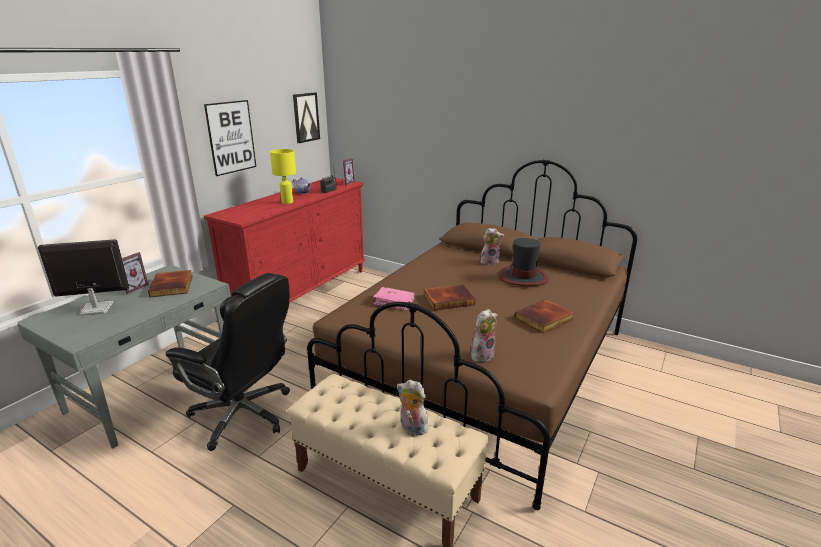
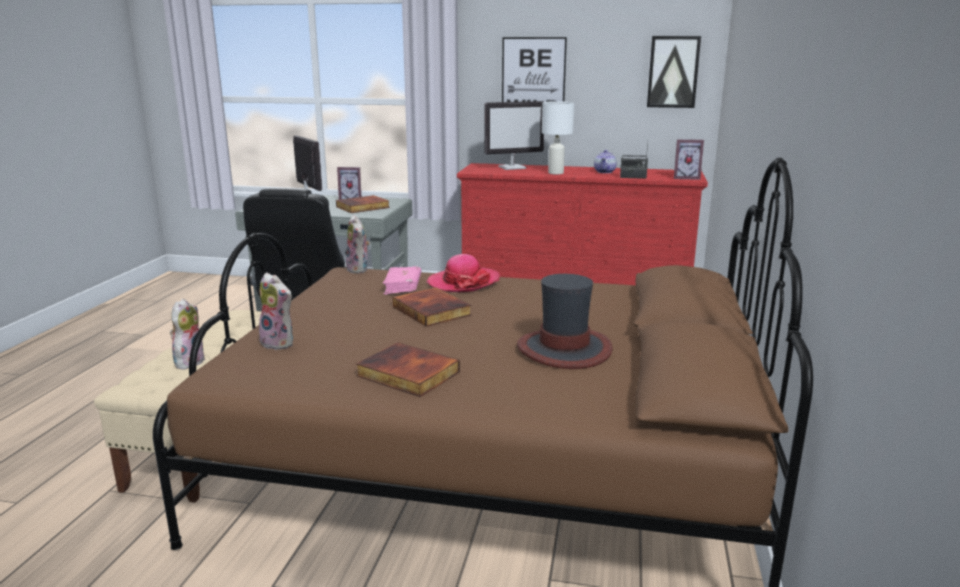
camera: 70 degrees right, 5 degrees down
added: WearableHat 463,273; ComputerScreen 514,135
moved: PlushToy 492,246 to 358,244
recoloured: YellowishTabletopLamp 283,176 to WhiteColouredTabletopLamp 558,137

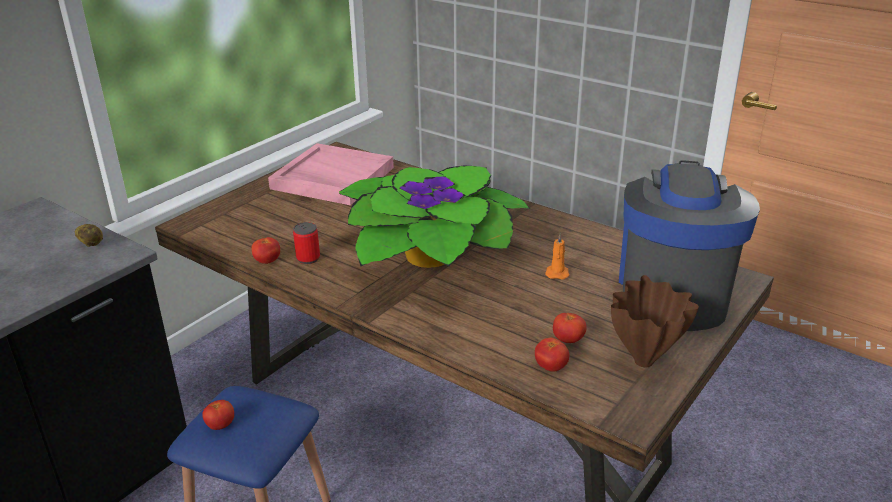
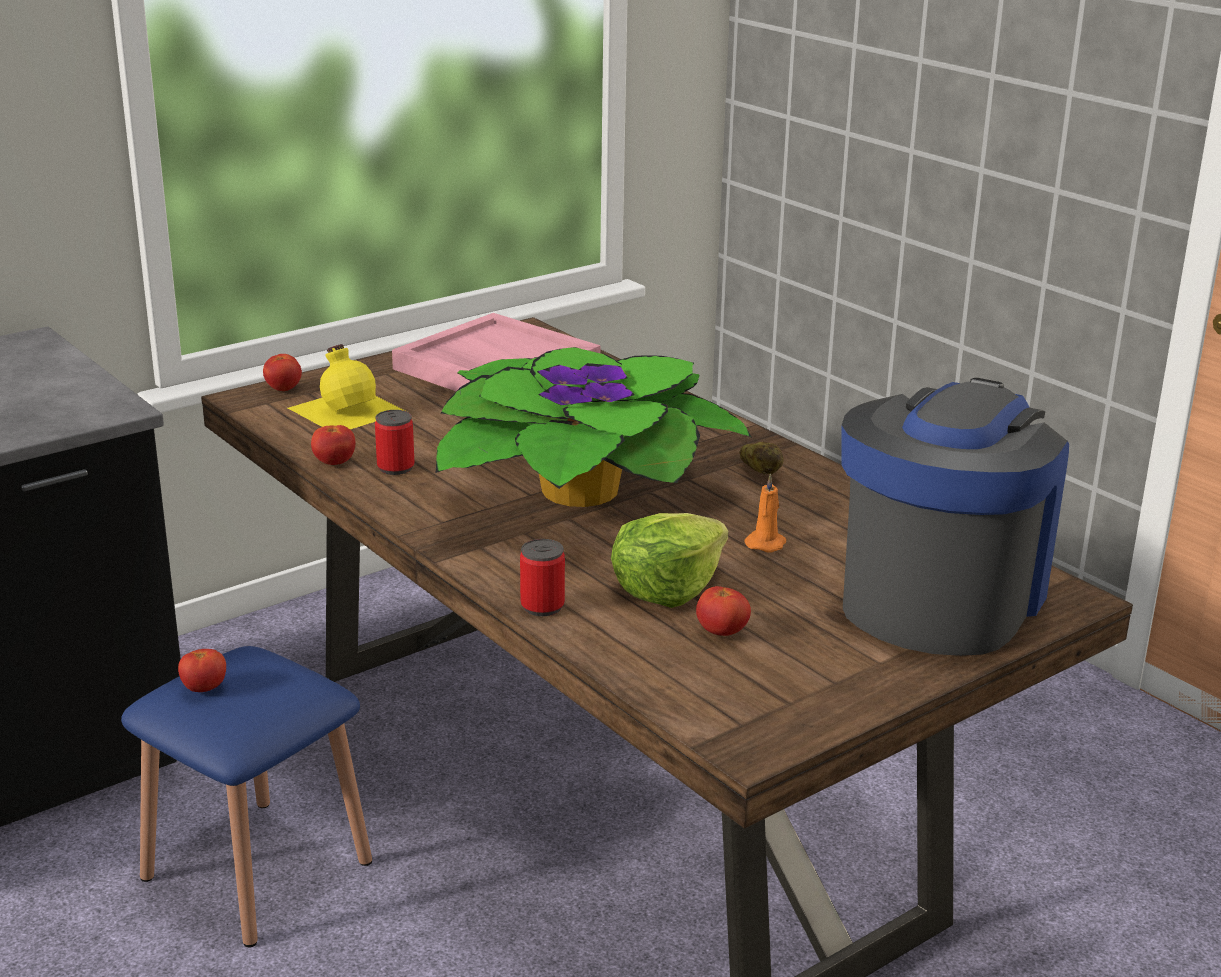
camera: 15 degrees right, 5 degrees down
removed: BrownishFlowerVase 655,321
added: YellowishBeverageBottle 346,386; Can 542,577; Lettuce 669,560
moved: FreshTomato 552,354 to 282,372; Potato 89,235 to 761,458

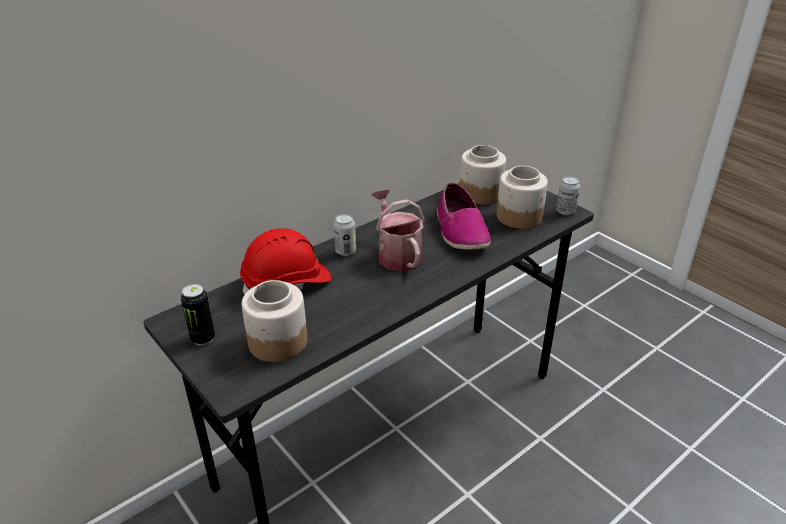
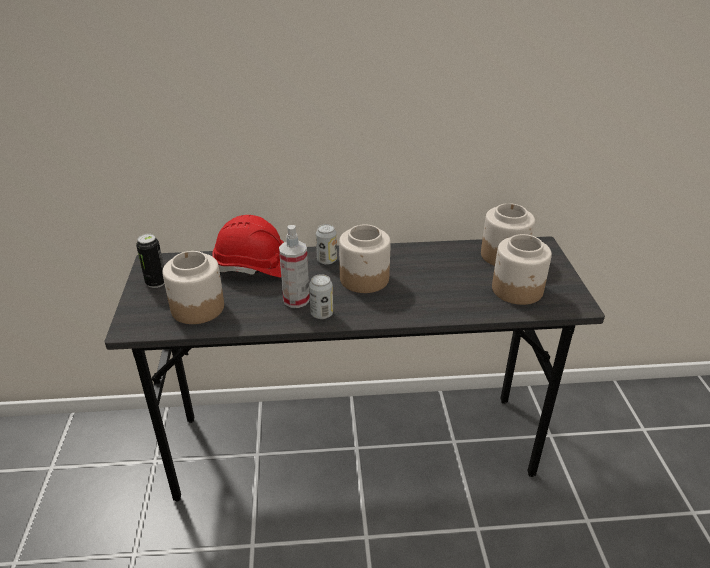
camera: 35 degrees right, 0 degrees up
removed: Shoe 464,216
added: Sprayer 294,266
moved: Can 568,195 to 321,296
replaced: SprinklingCan 398,230 to PreserveJar 365,259

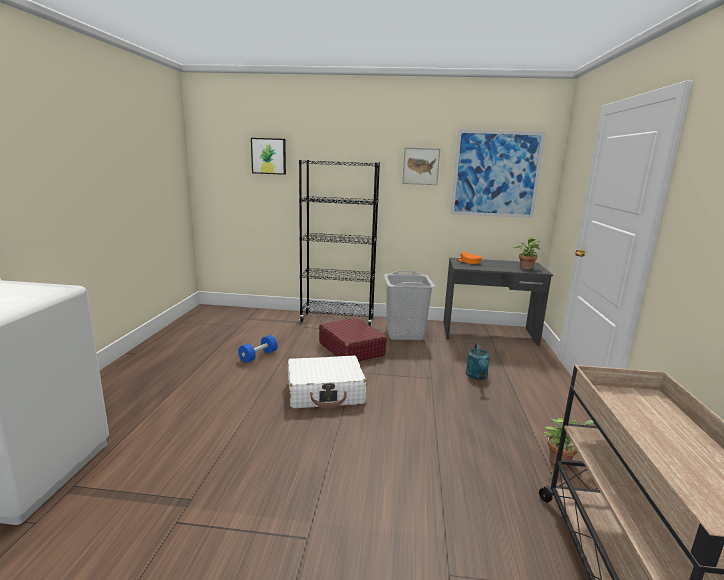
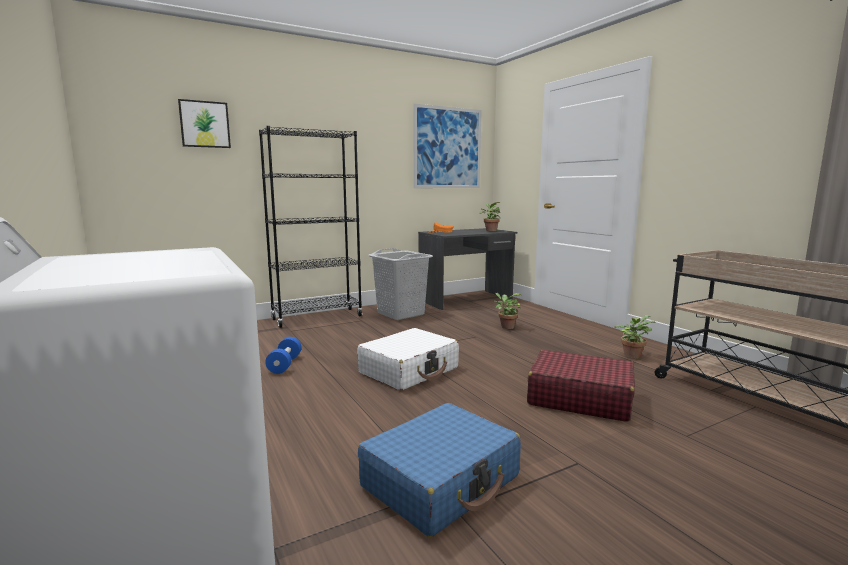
camera: 35 degrees left, 5 degrees down
removed: WallPicture 421,166
added: BluePieceOfLuggage 439,470
moved: RedPieceOfLuggage 353,340 to 581,386
replaced: TurquoiseSprinklingCan 478,361 to PottedPlant 507,311

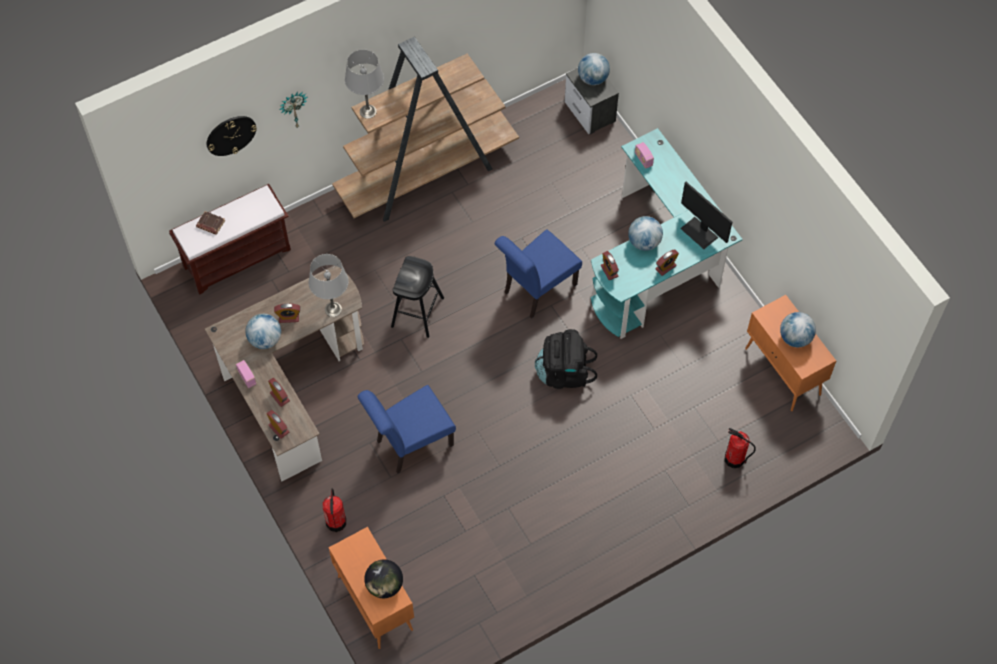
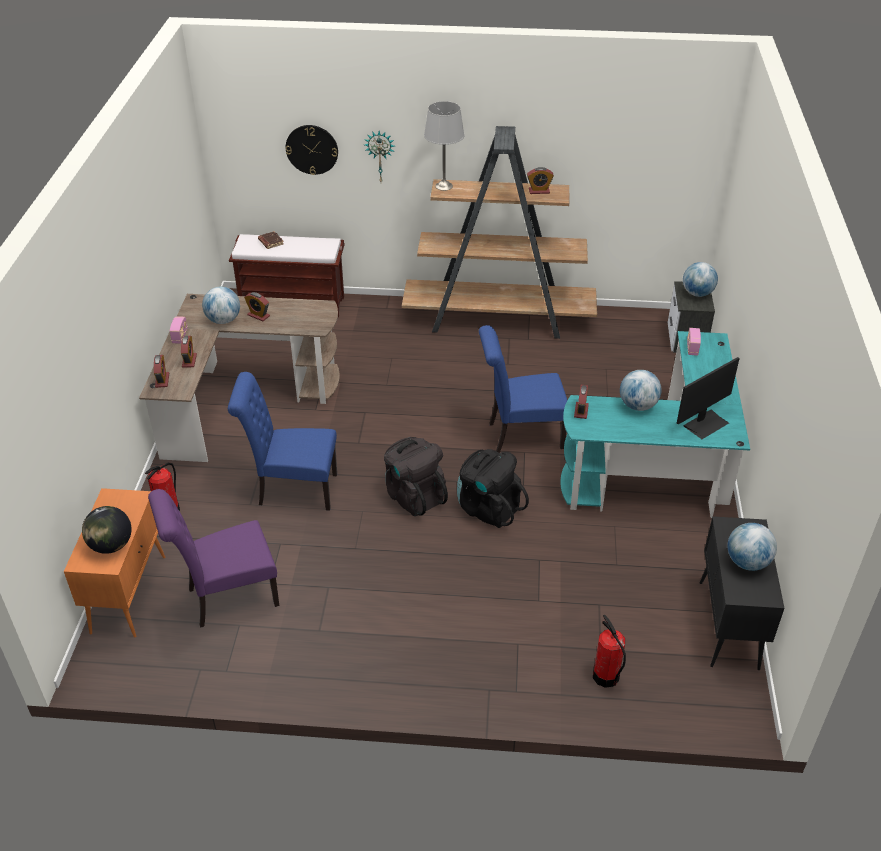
camera: 35 degrees right, 20 degrees down
removed: GreyishTabletopLamp 329,285; BlackSittingStool 417,297
added: PurpleUprightChair 213,558; BlackRucksack 416,476
moved: TableClock 667,262 to 540,180
recoloured: OrangeColouredCabinet 790,353 to BlackCabinet 742,593
turned: ComputerScreen 706,215 = 708,398 120 degrees counterclockwise

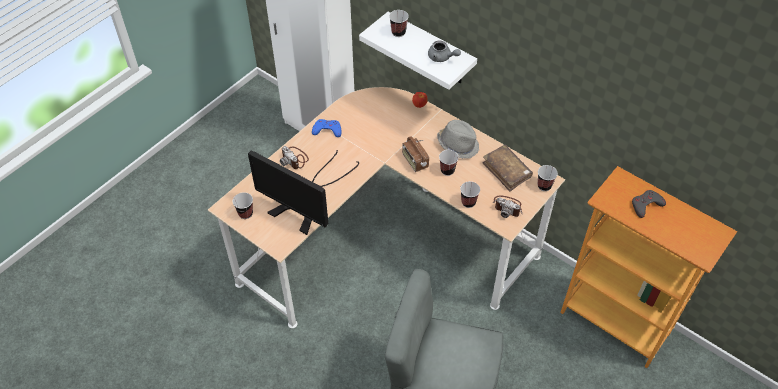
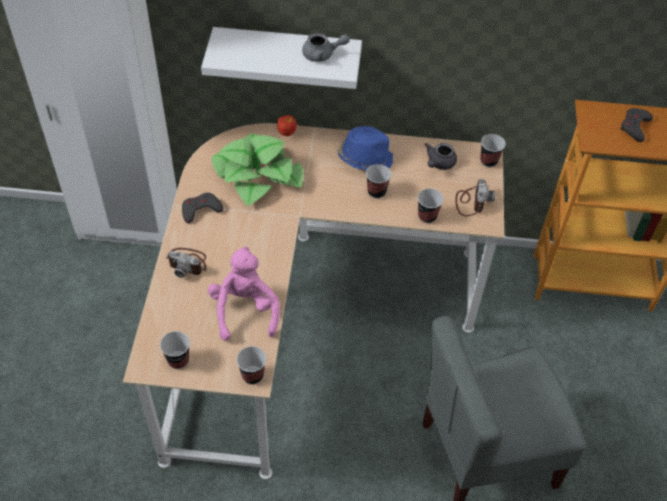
camera: 35 degrees left, 0 degrees up
removed: RadioReceiver 415,154
added: PottedPlant 257,169
moved: DrinkingCup 399,23 to 251,365
replaced: ComputerScreen 303,192 to PinkPlushToy 244,293; BrownishBook 507,168 to GreyishTeapot 441,156
recoloured: BlueJoypad 326,128 to GreyishJoypad 202,208; GreyishWearableHat 458,139 to BlueWearableHat 365,148
turned: PhotoCamera 507,206 = 475,197 75 degrees counterclockwise

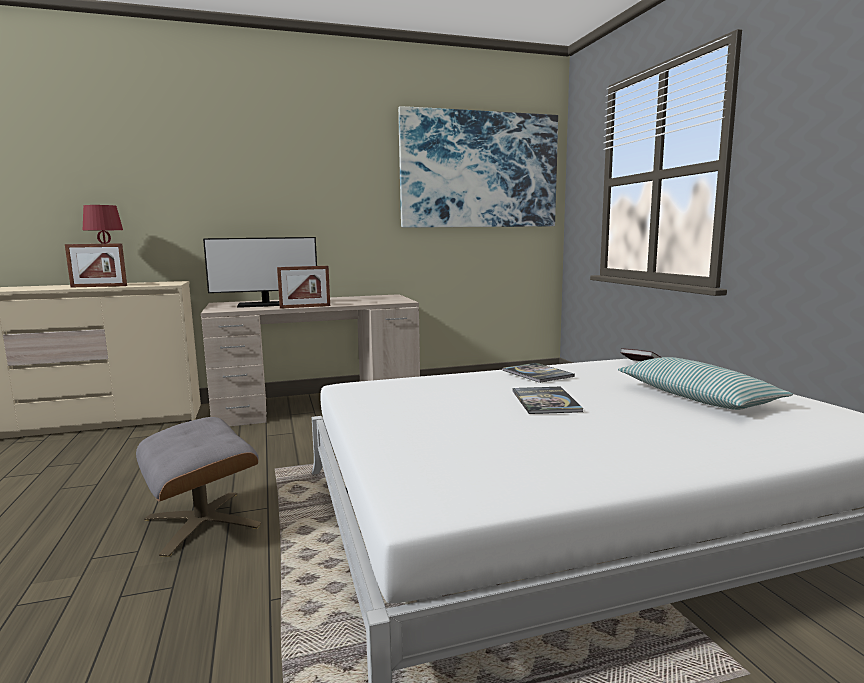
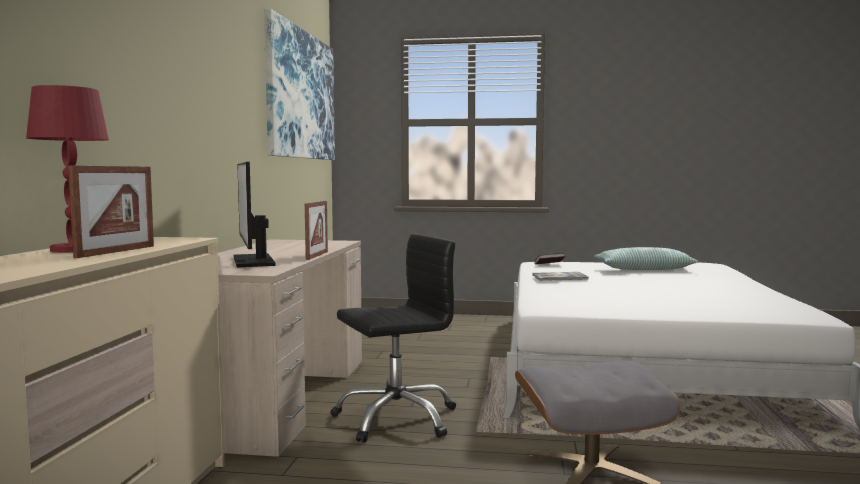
camera: 65 degrees left, 5 degrees down
removed: Book 548,400
added: BlackComputerChair 393,338
turned: ComputerScreen 260,272 = 254,215 150 degrees clockwise

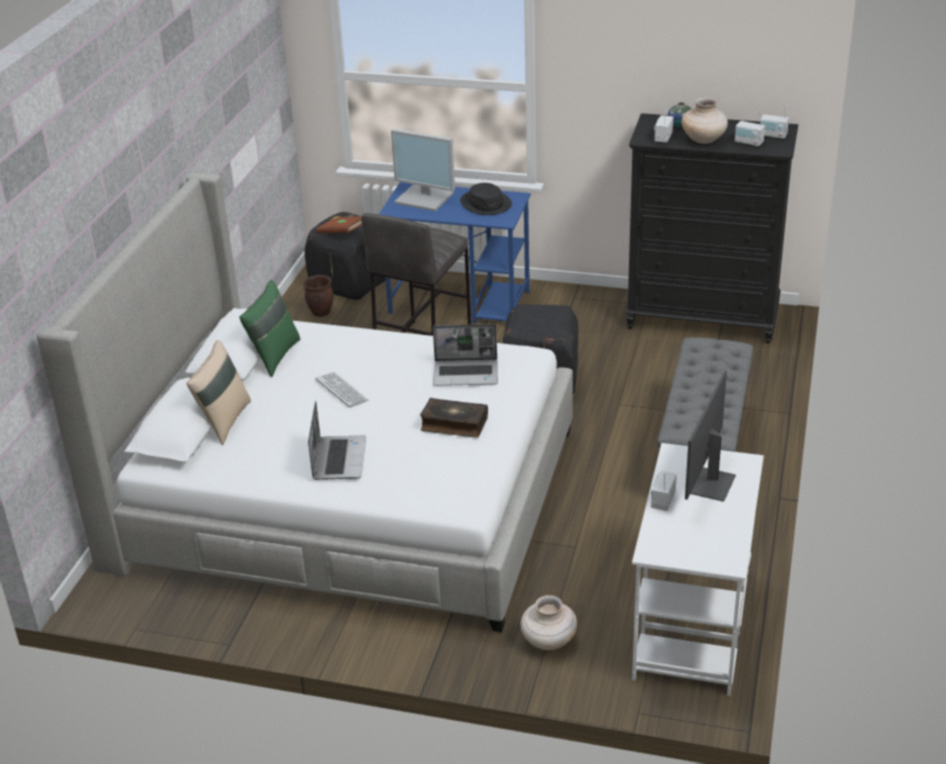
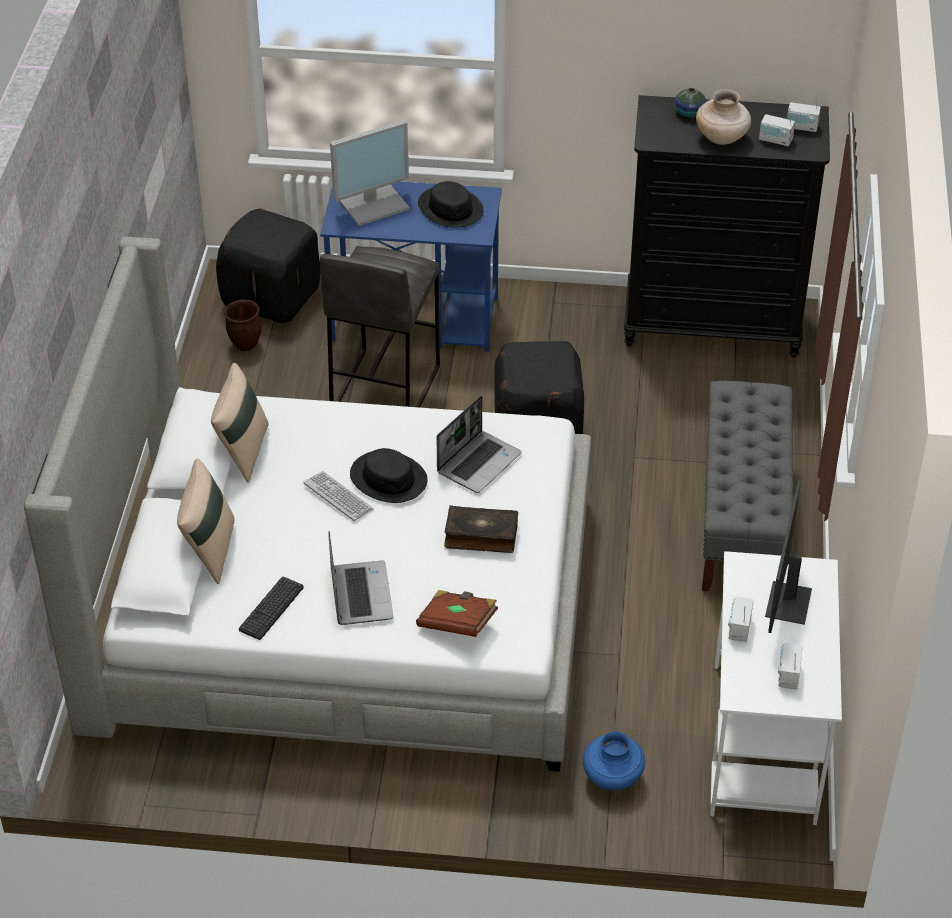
camera: 10 degrees left, 10 degrees up
added: Keyboard 271,608; BlackWearableHat 389,475
moved: BrownishBook 339,223 to 457,613; RadioReceiver 663,126 to 790,666
recoloured: GreenCushion 269,328 to BeigeCushion 240,423; BeigeFlowerVase 548,622 to BlueFlowerVase 614,761
turned: ComputerScreen 423,170 = 370,172 45 degrees counterclockwise; NotebookComputer 465,355 = 479,444 45 degrees counterclockwise

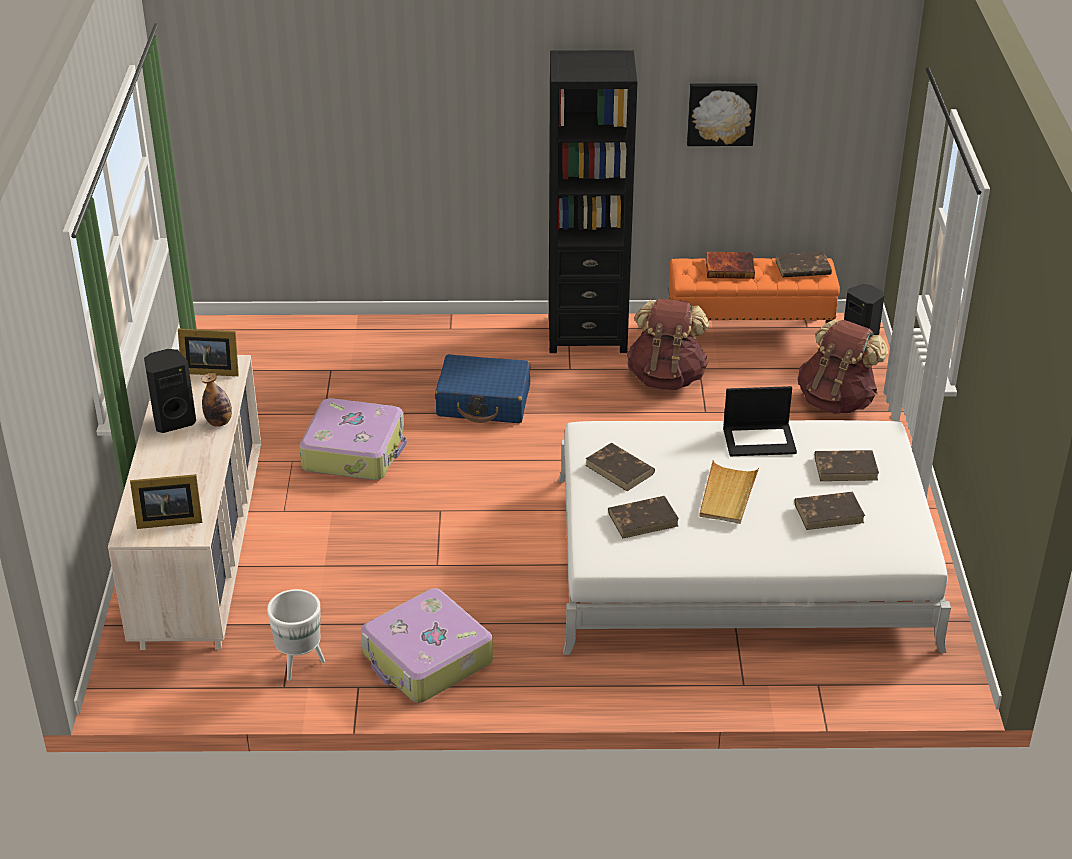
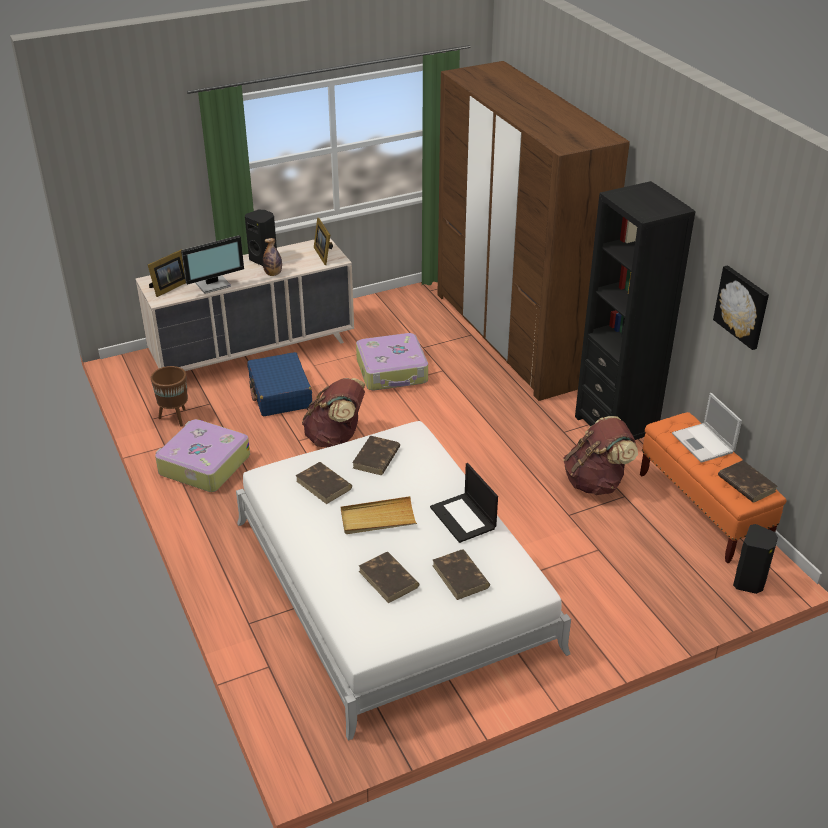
camera: 65 degrees right, 0 degrees up
added: ComputerScreen 212,264; BrownishWardrobe 534,231
moved: BluePieceOfLuggage 482,388 to 279,384; BrownishRucksack 843,366 to 333,413
replaced: Book 730,265 to NotebookComputer 707,428
recoloured: WhiteColouredFlowerPot 296,635 to BrownishFlowerPot 169,396
turned: PhotoFrame 166,501 = 167,273 105 degrees counterclockwise

